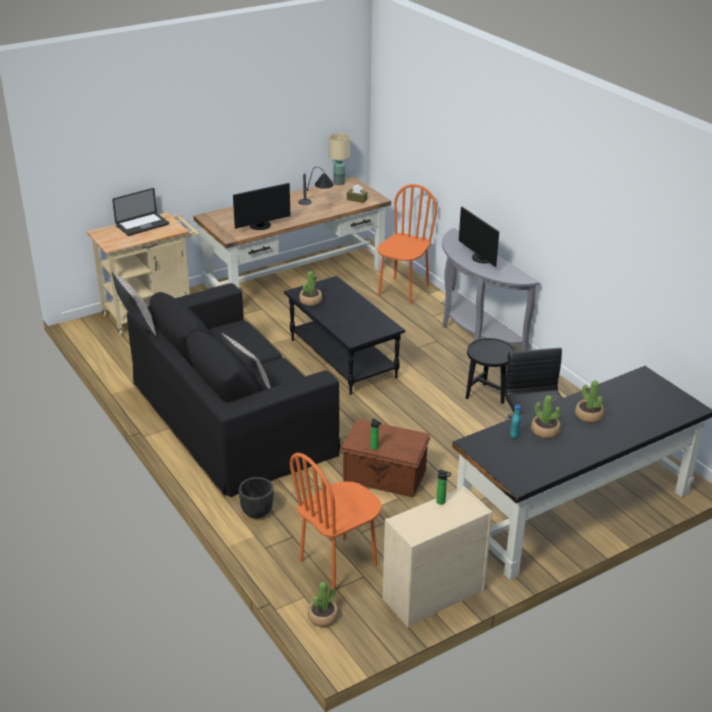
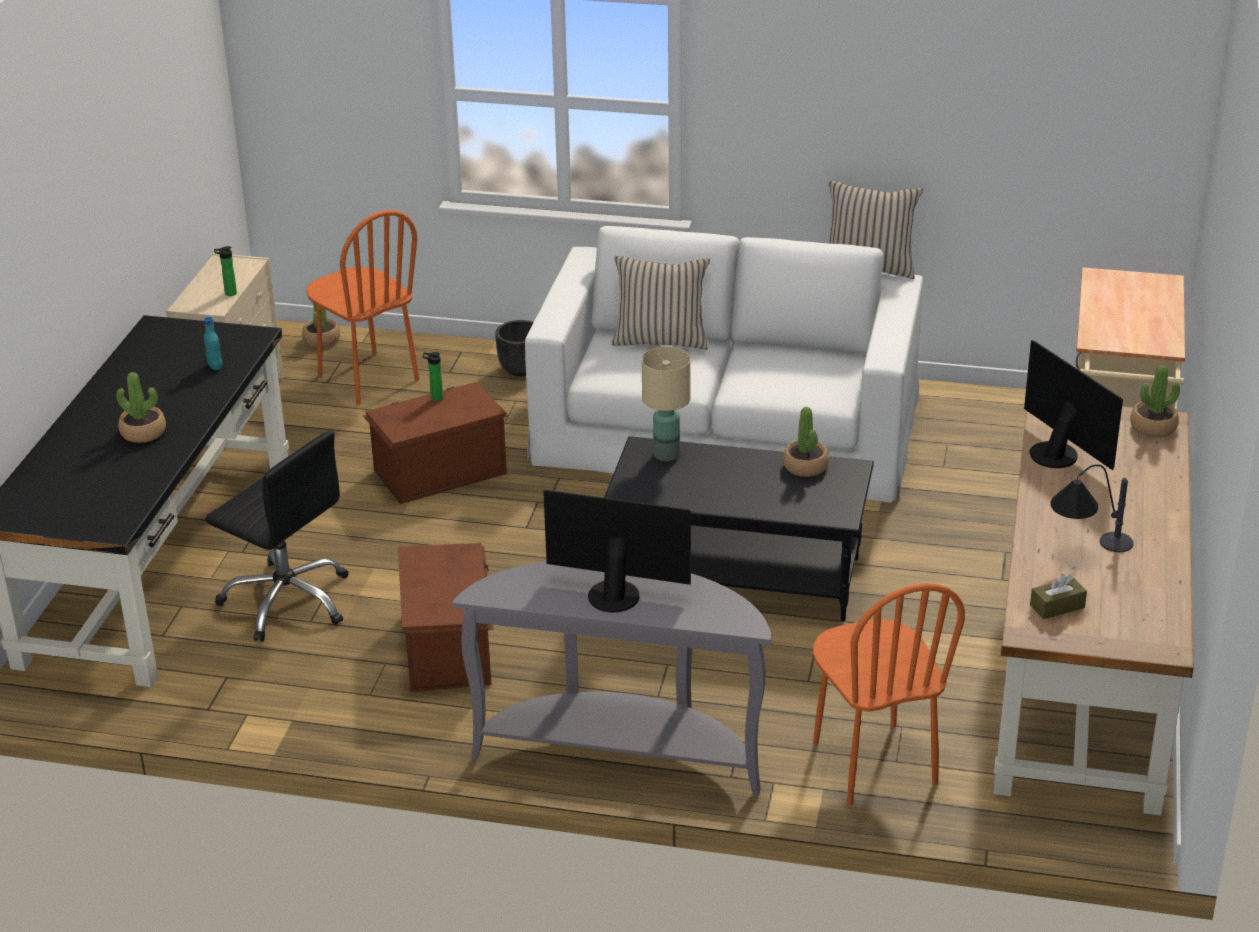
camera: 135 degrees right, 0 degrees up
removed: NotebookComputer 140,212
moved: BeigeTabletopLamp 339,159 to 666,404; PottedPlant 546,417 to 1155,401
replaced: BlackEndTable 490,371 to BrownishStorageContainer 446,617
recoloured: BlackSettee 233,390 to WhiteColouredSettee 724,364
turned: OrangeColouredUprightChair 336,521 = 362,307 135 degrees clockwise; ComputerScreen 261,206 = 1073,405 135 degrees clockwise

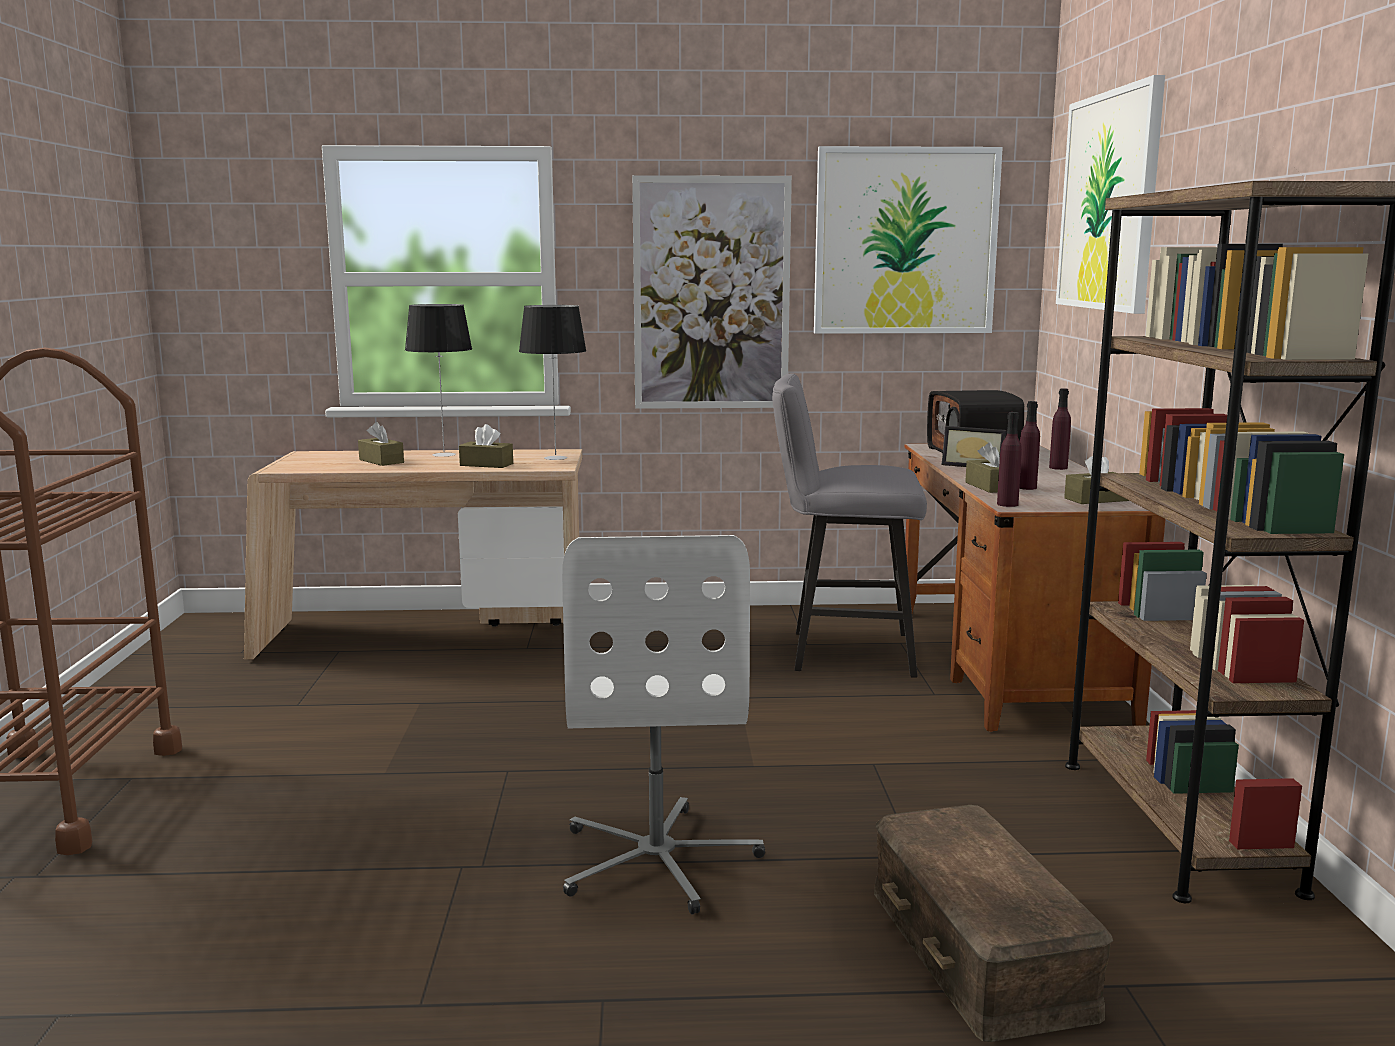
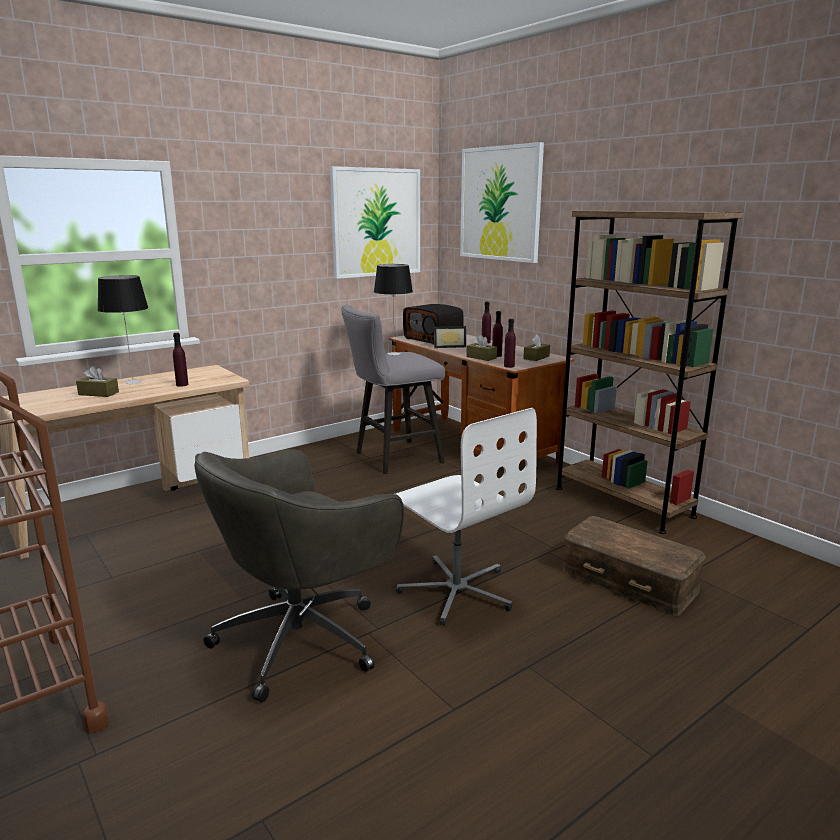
camera: 35 degrees left, 5 degrees up
removed: WallPicture 712,292
added: GreyishComputerChair 299,575
moved: TabletopLamp 552,382 to 393,309
replaced: BrownishBoxOfTissues 486,446 to PurpleBeverageBottle 180,360

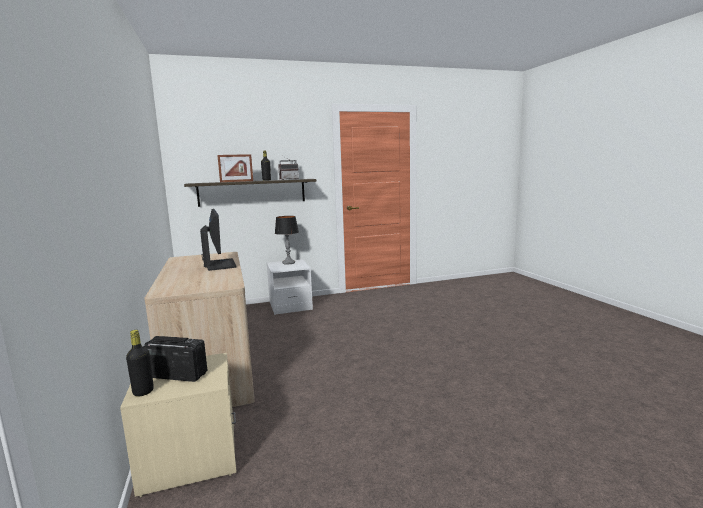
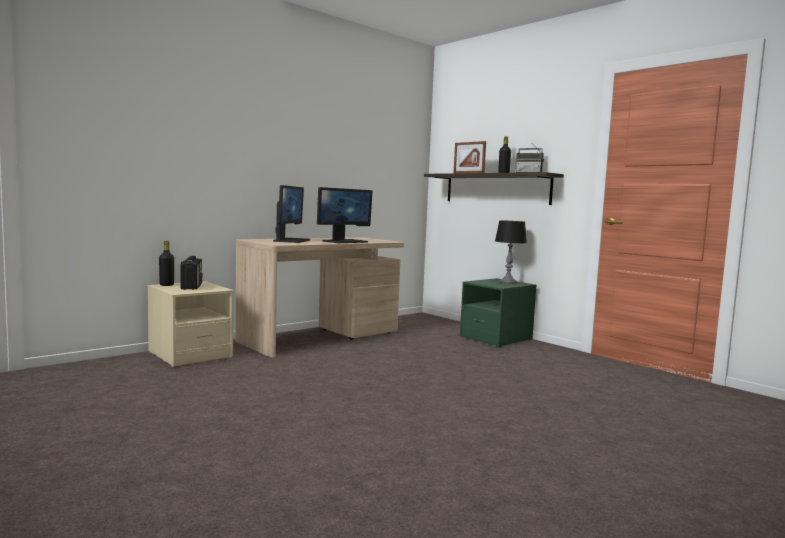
camera: 65 degrees right, 5 degrees down
added: ComputerScreen 291,214
recoloured: WhiteColouredBedsideTable 290,287 to GreenBedsideTable 498,312

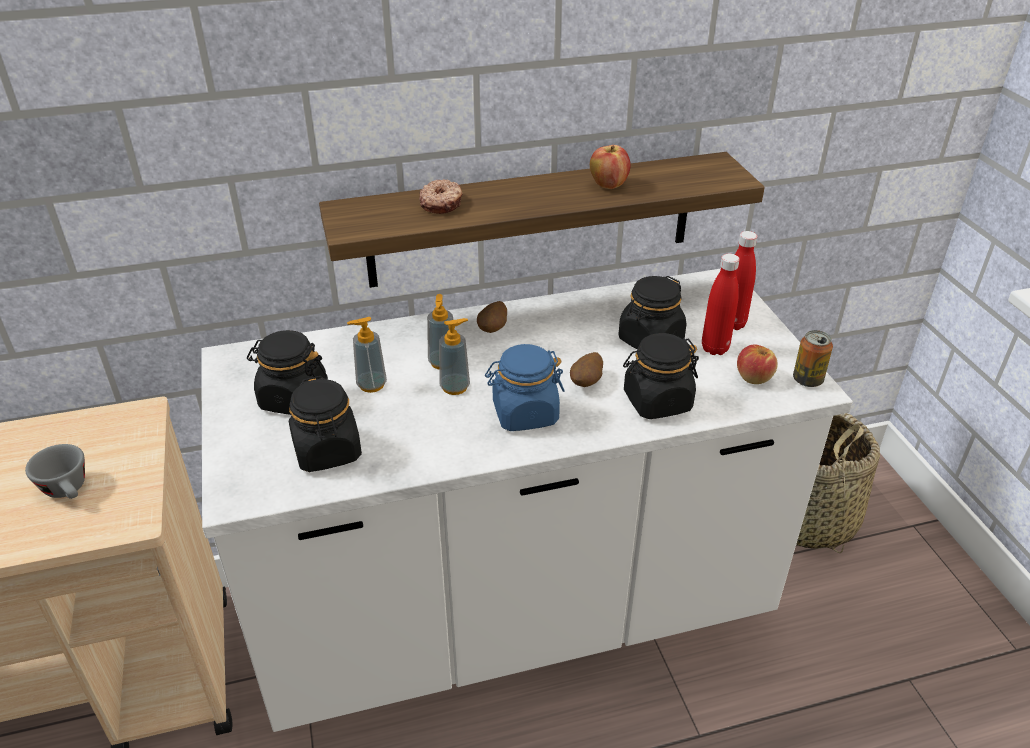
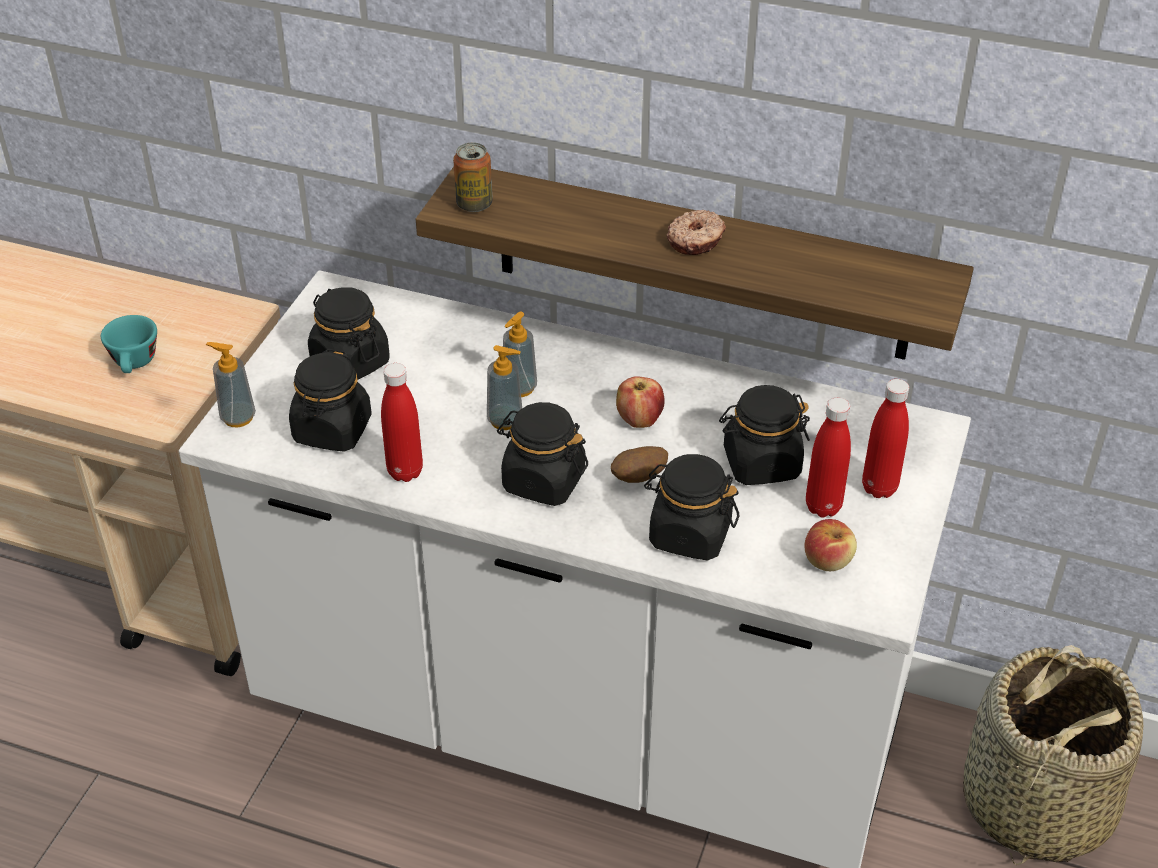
camera: 35 degrees right, 5 degrees up
removed: Potato 492,317
added: RedBeverageBottle 402,422
moved: LiquidSoapBottle 367,355 to 231,384; Can 813,358 to 473,177; WholeApple 610,167 to 640,402; Doughnut 441,196 to 696,232
recoloured: GreyishDrinkingCup 55,471 to TurquoiseDrinkingCup 129,344; BluePreserveJar 525,387 to BlackPreserveJar 542,454

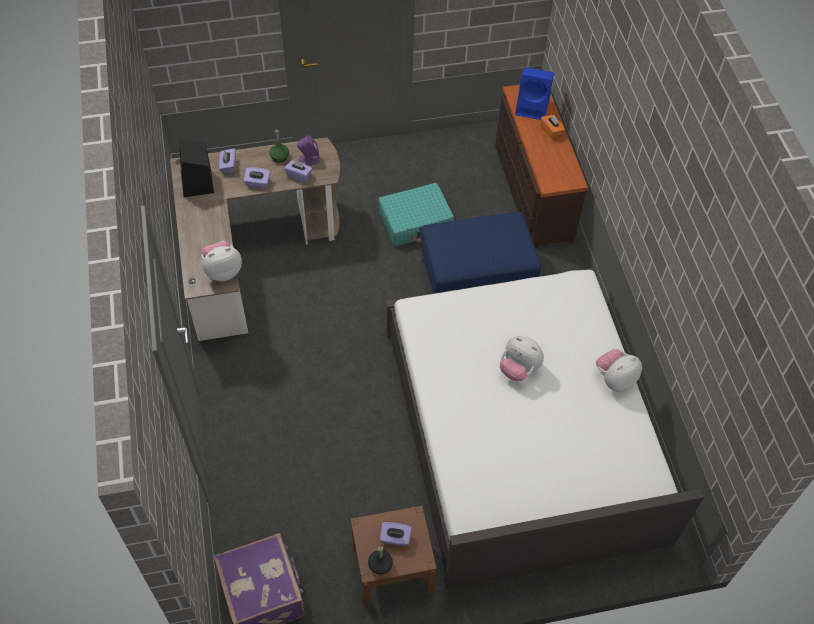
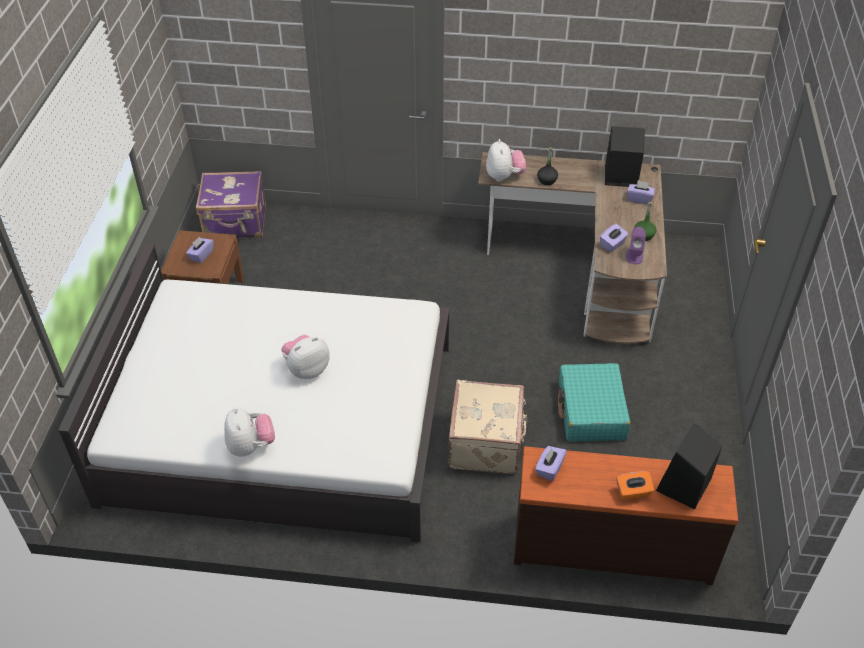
camera: 110 degrees right, 10 degrees down
moved: PurpleBoxOfTissues 256,177 to 551,463; BlackBeverageBottle 380,560 to 547,166
replaced: BluePouffe 481,252 to BeigePieceOfLuggage 488,427
recoloured: BlueSpeaker 534,93 to BlackSpeaker 689,466

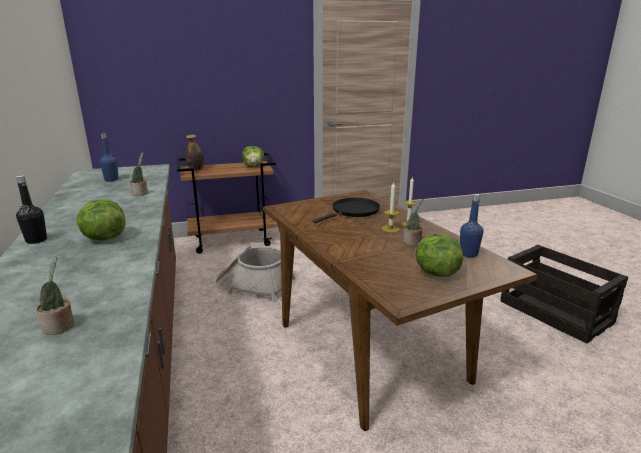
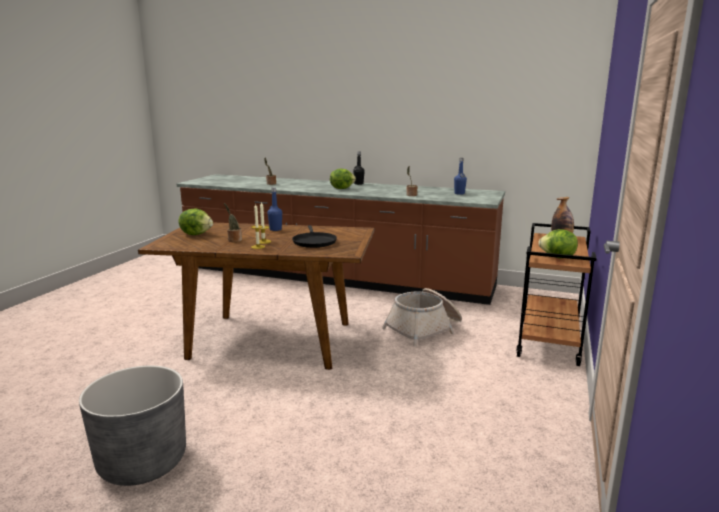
camera: 125 degrees right, 5 degrees down
moved: BlueBeverageBottle 472,226 to 274,209
replaced: ShippingCrate 564,294 to GreyishFlowerPot 132,425

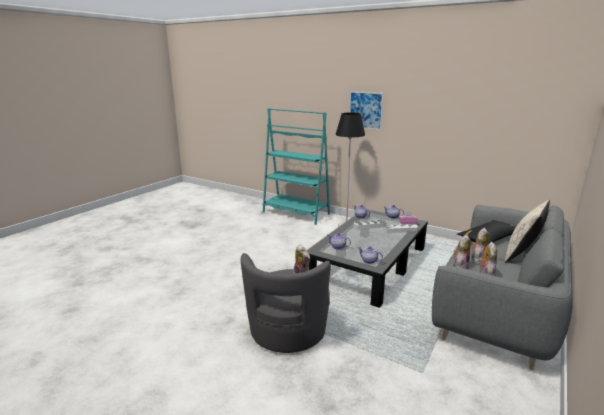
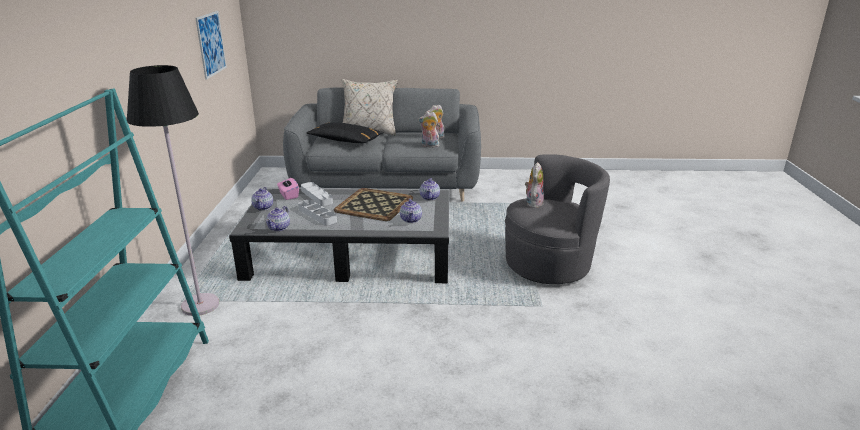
camera: 120 degrees left, 5 degrees up
removed: PlushToy 480,246
added: CarryingTray 373,204
moved: WallPicture 366,110 to 211,45

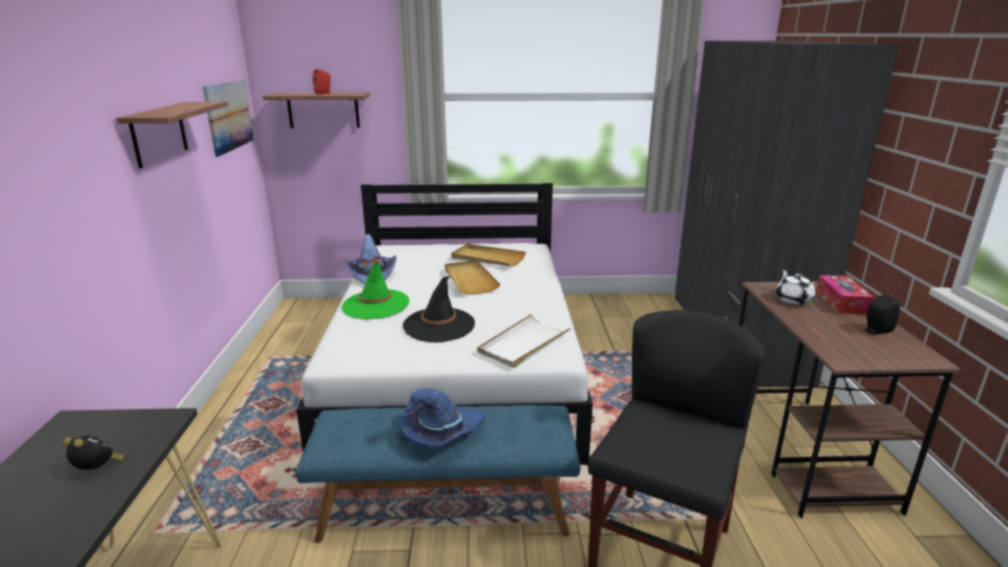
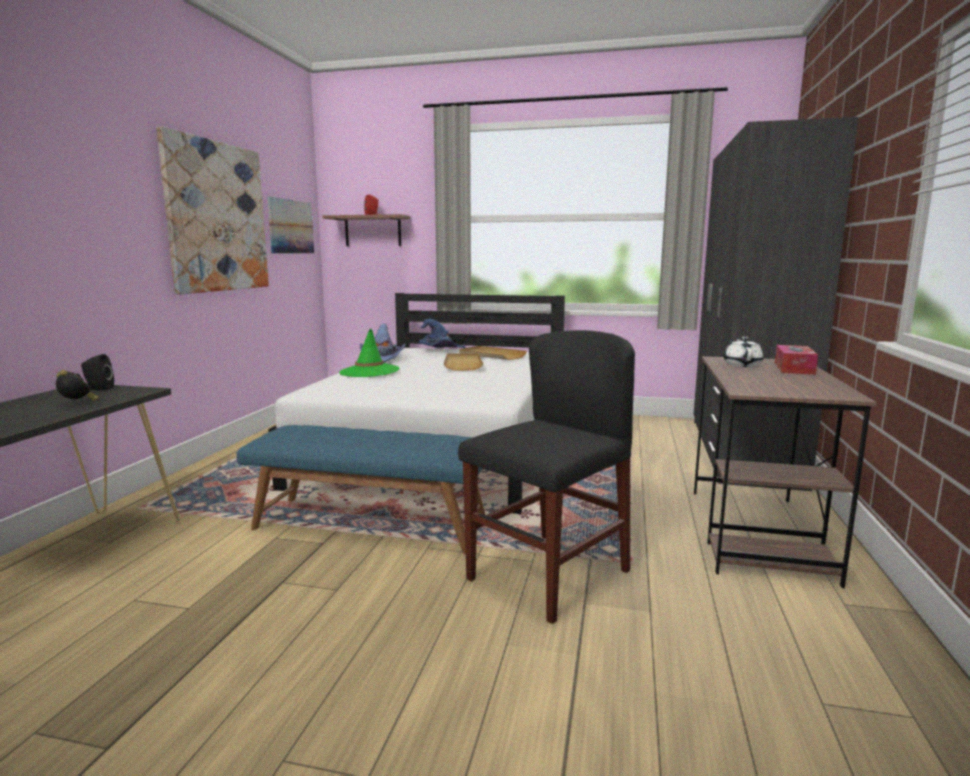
camera: 15 degrees right, 10 degrees down
removed: BlackWearableHat 439,309; WhiteColouredCarryingTray 524,341
moved: BlackSpeaker 883,314 to 97,372; BlueWearableHat 442,418 to 442,333
replaced: WallShelf 172,135 to WallPicture 212,210

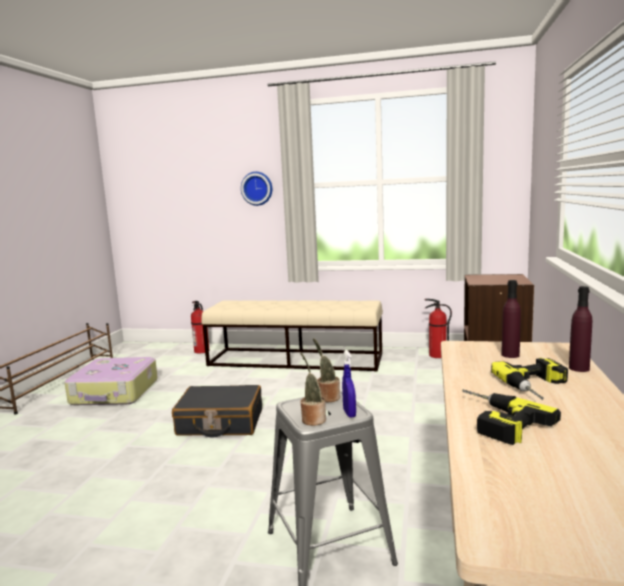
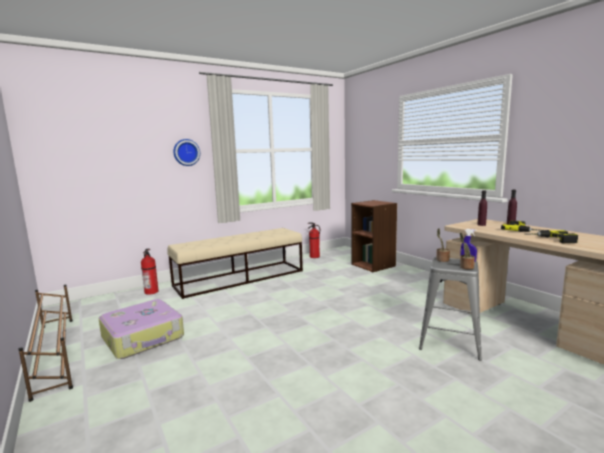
camera: 45 degrees left, 0 degrees up
removed: BlackPieceOfLuggage 217,411

